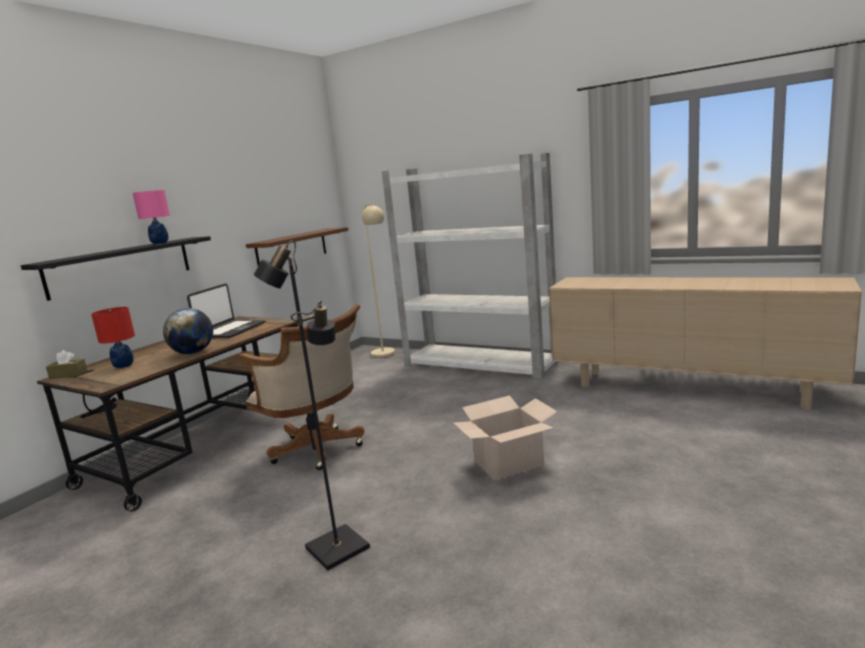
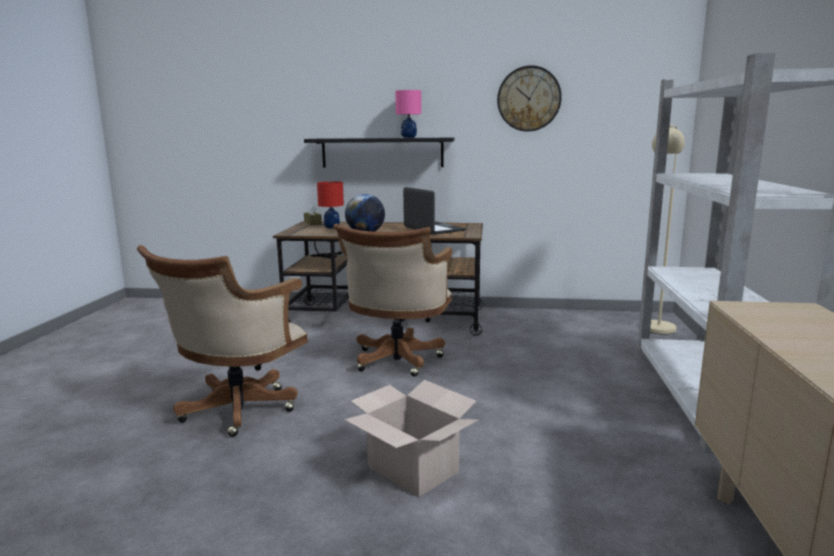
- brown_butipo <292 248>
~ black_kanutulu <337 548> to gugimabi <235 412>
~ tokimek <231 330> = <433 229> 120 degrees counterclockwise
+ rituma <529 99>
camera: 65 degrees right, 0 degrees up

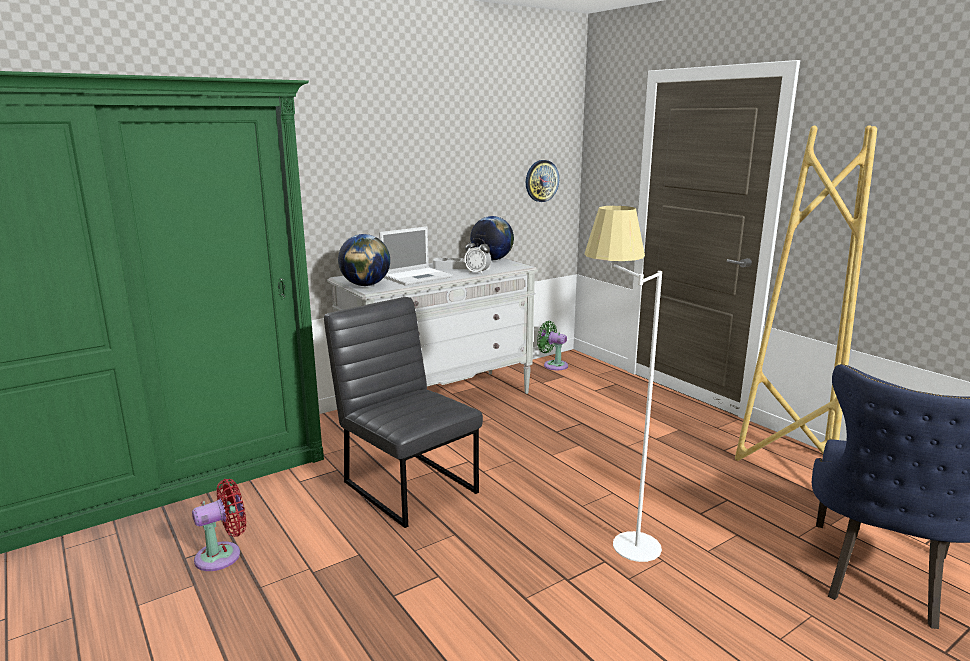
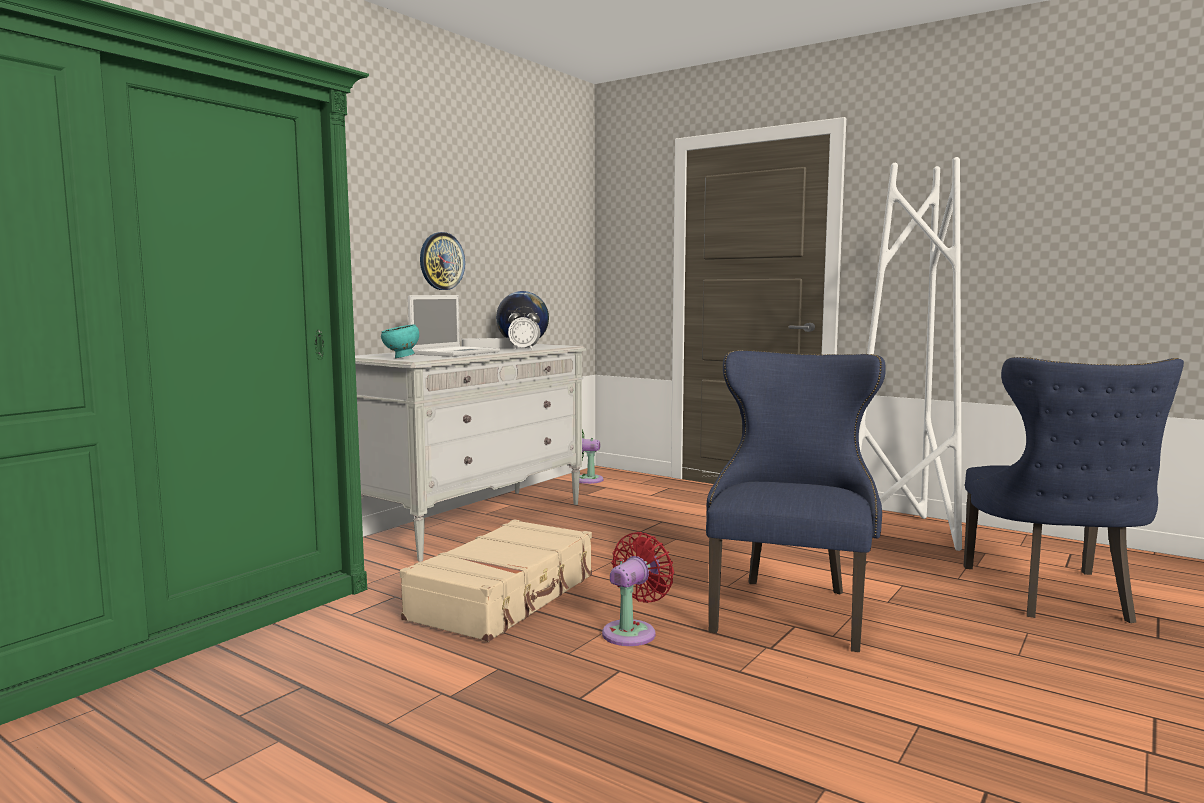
~ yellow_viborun <796 472> to white_viborun <909 533>
~ rituma <541 181> to <441 261>
~ white_kanutulu <614 542> to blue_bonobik <789 609>
~ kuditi <365 285> to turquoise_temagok <401 358>
~ grey_bonobik <408 485> to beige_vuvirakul <505 597>
~ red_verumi <223 555> to <632 632>
camera: 20 degrees left, 10 degrees down

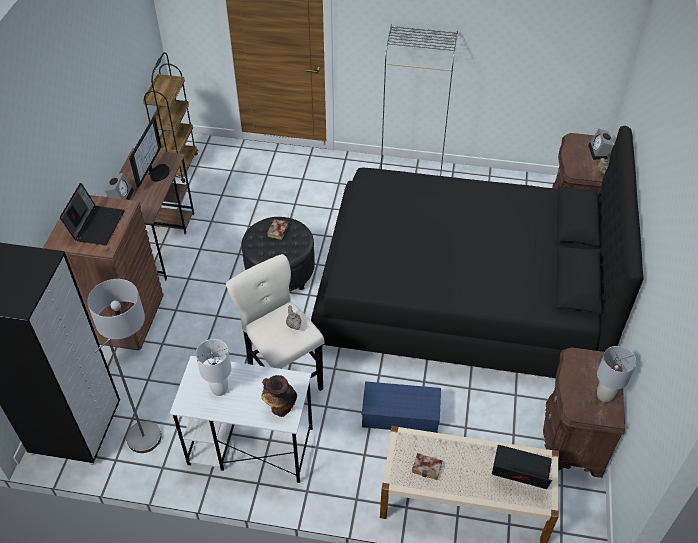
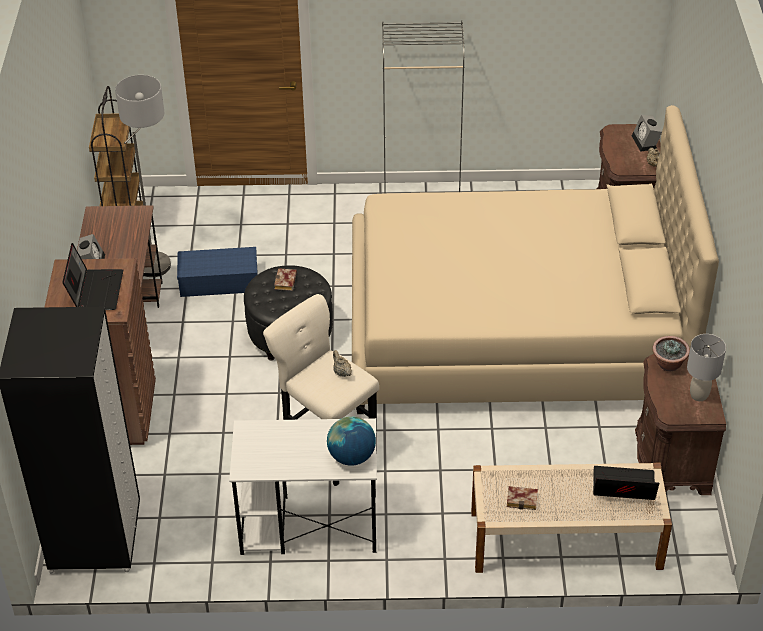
- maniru <157 172>
~ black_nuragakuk <462 296> to beige_nuragakuk <515 331>
~ grey_kanutulu <151 430> to <159 259>
- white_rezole <219 390>
~ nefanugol <280 408> to kuditi <351 457>
~ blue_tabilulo <399 415> to <218 282>
+ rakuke <668 365>
camera: 10 degrees left, 5 degrees down

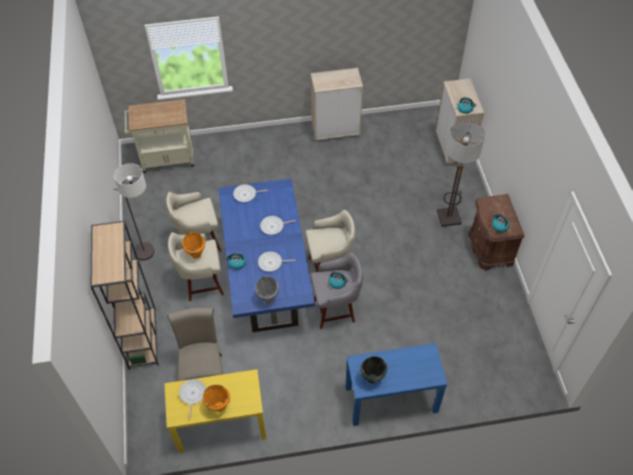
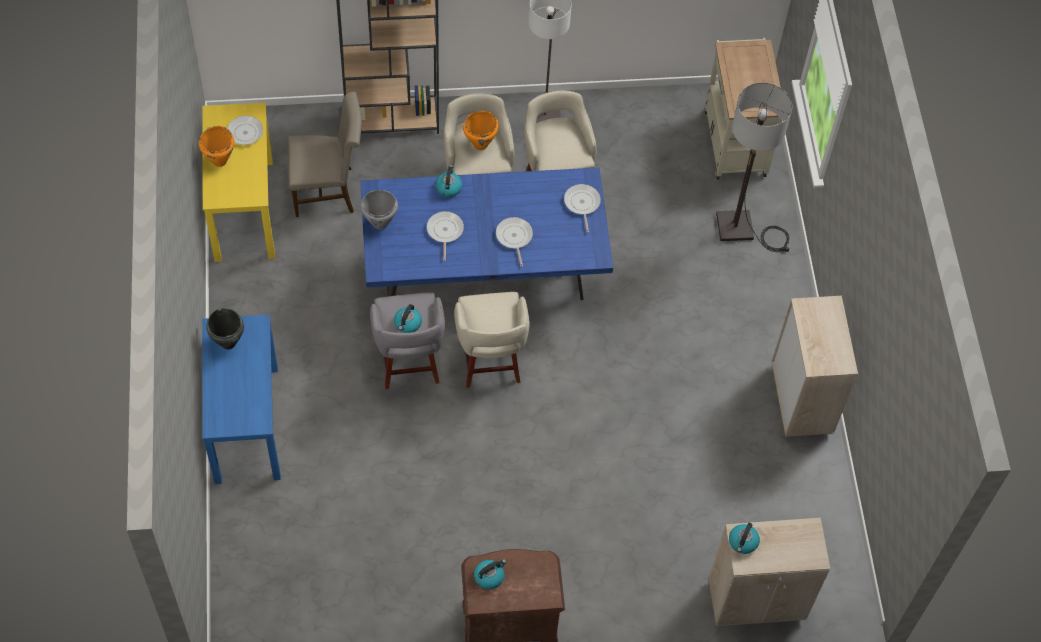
~ kanutulu <450 212> to <746 231>
camera: 90 degrees right, 5 degrees up

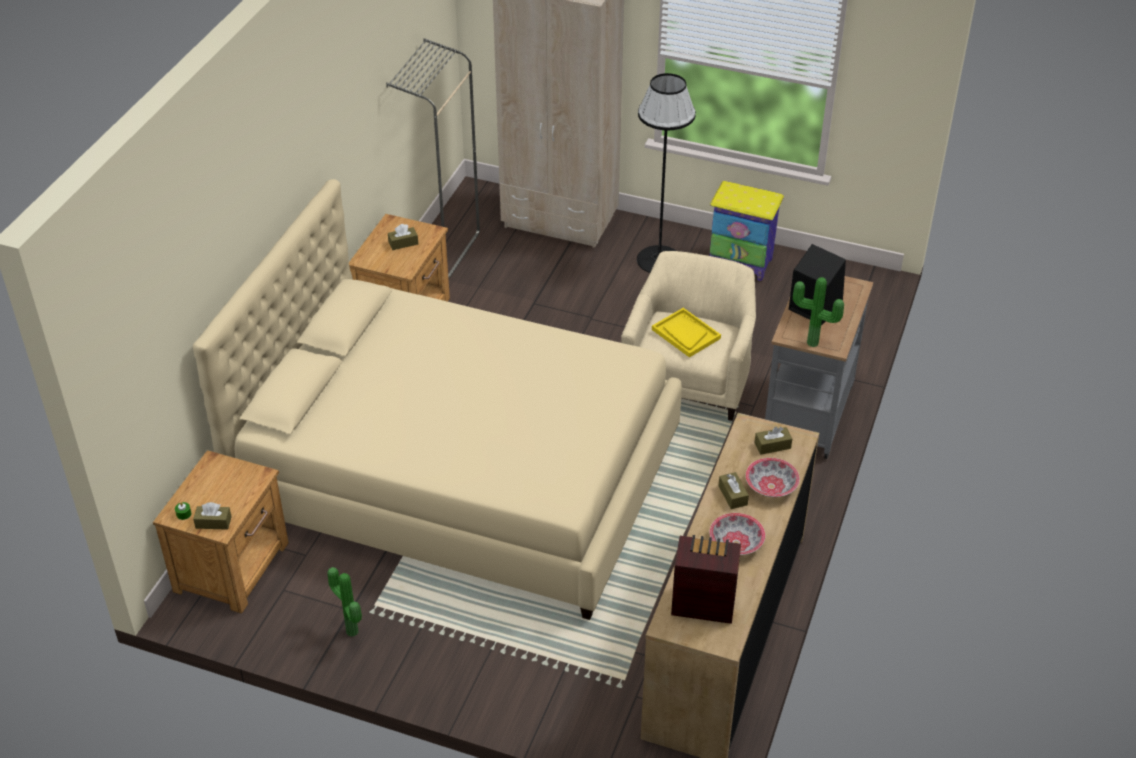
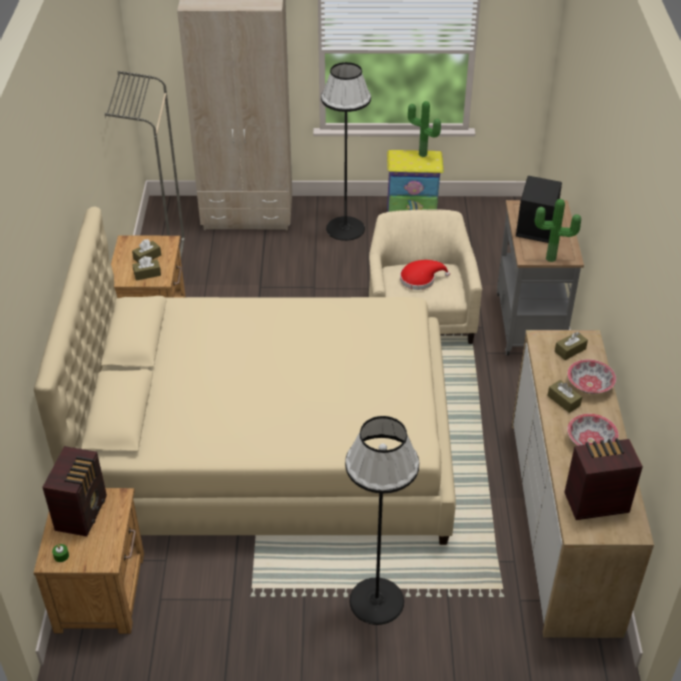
~ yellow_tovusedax <685 334> to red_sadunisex <420 279>
~ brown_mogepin <213 522> to <147 274>
~ rakuke <350 633> to <422 155>
+ black_kanutulu <376 601>
+ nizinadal <83 512>
camera: 20 degrees left, 0 degrees up

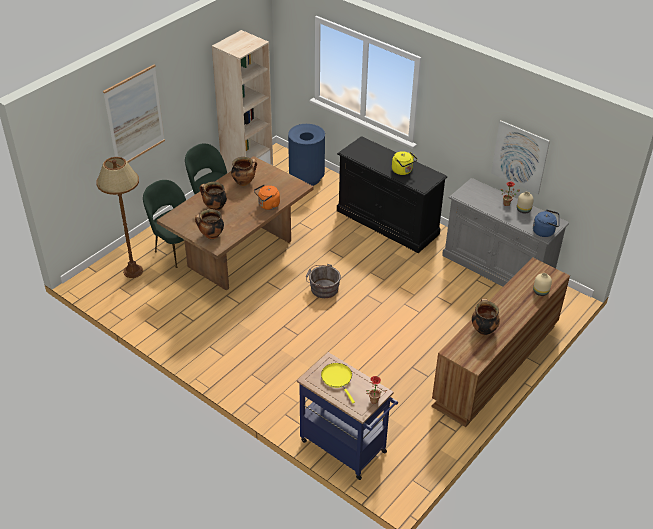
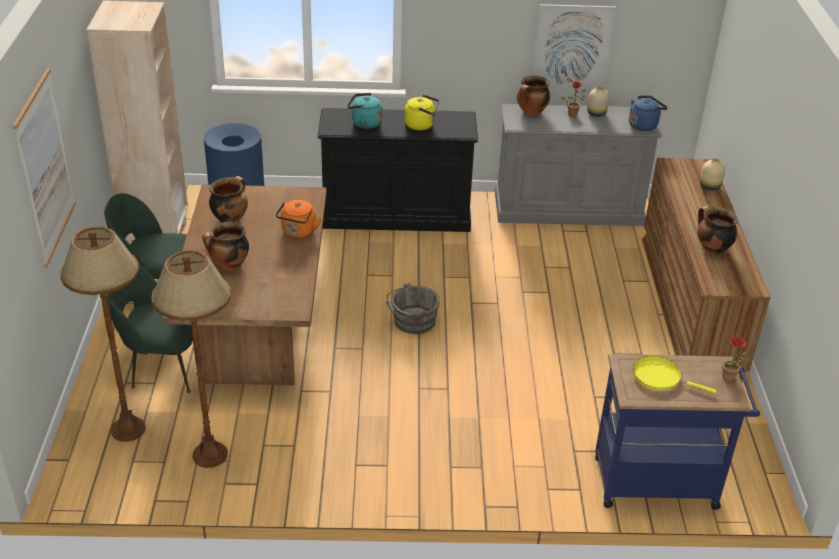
~ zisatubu <211 235> to <531 113>
+ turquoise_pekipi <364 123>
+ brown_kanutulu <210 454>
camera: 40 degrees left, 5 degrees down

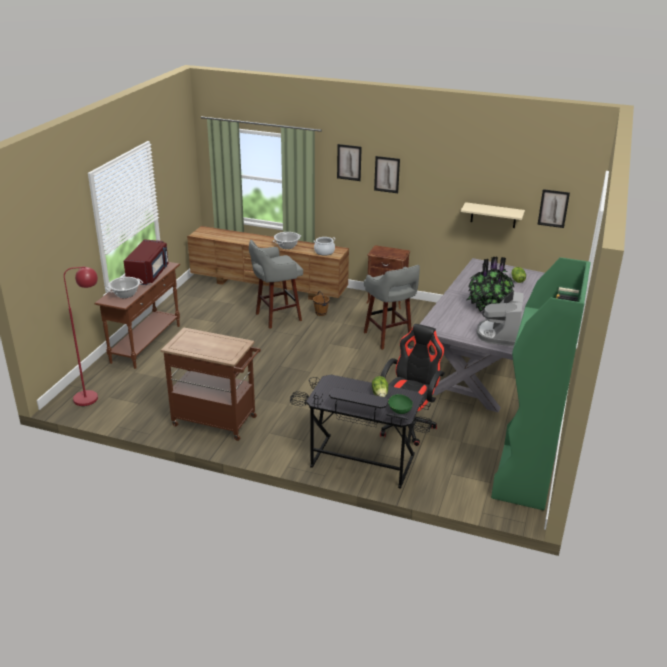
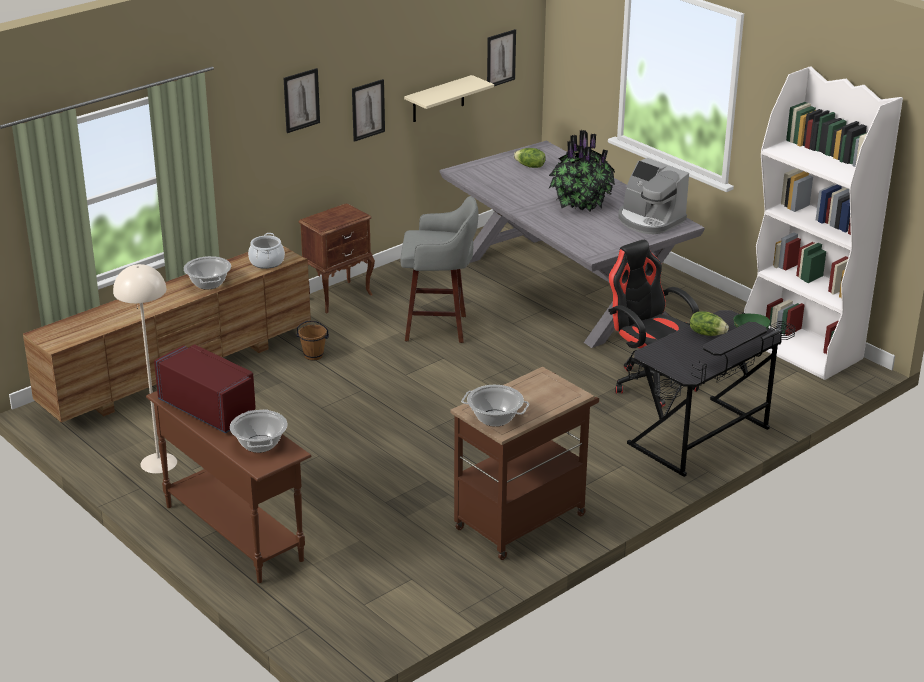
~ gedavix <349 162> to <368 110>
- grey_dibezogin <276 318>
~ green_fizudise <523 477> to white_fizudise <802 349>
- red_kanutulu <93 398>
+ beige_kanutulu <158 462>
+ zisatubu <494 418>
camera: 60 degrees left, 0 degrees up

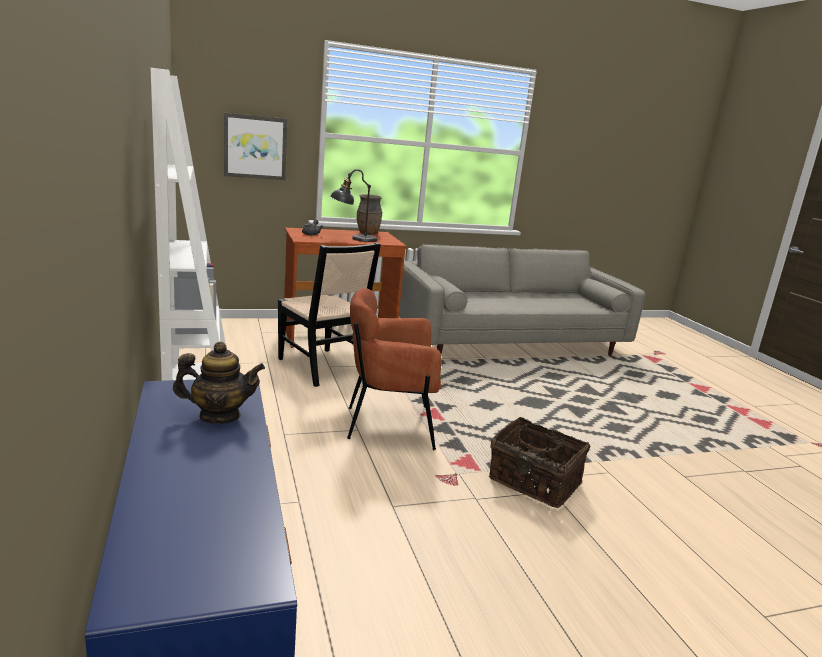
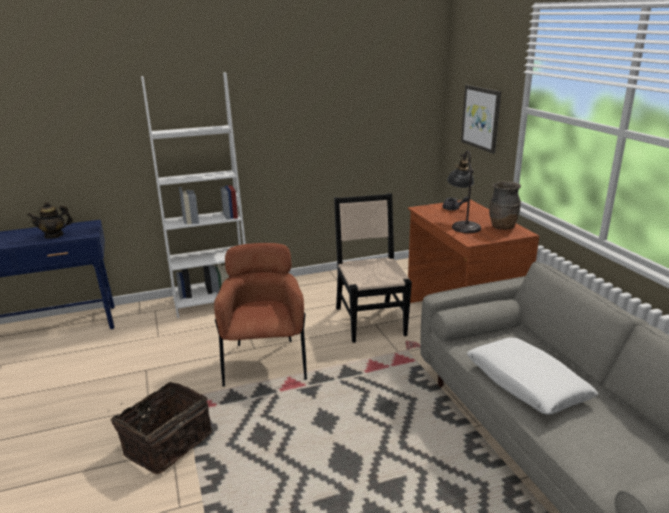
~ bonobik <322 367> = <370 321> 120 degrees clockwise
~ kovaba <219 416> = <54 235> 75 degrees clockwise
+ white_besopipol <526 384>
camera: 90 degrees right, 5 degrees up

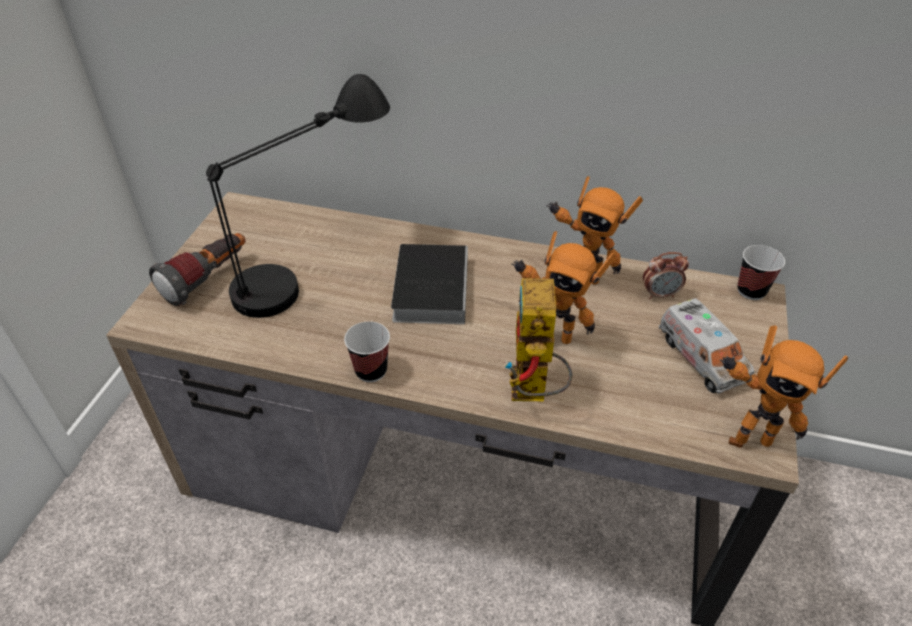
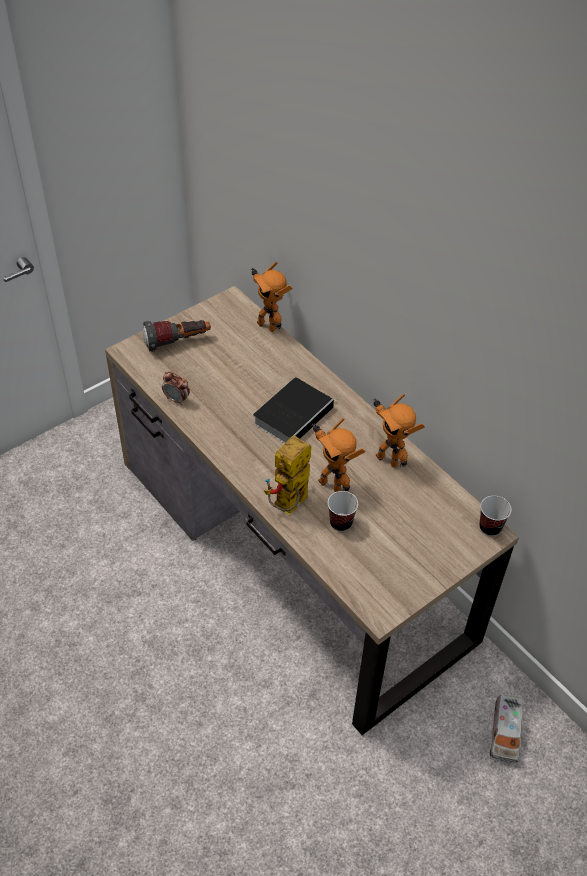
- black_rezole <313 266>
~ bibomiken <660 294> to <177 399>
~ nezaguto <701 357> to <505 733>
~ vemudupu <371 371> to <341 523>
~ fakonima <747 438> to <268 325>
camera: 35 degrees right, 5 degrees up

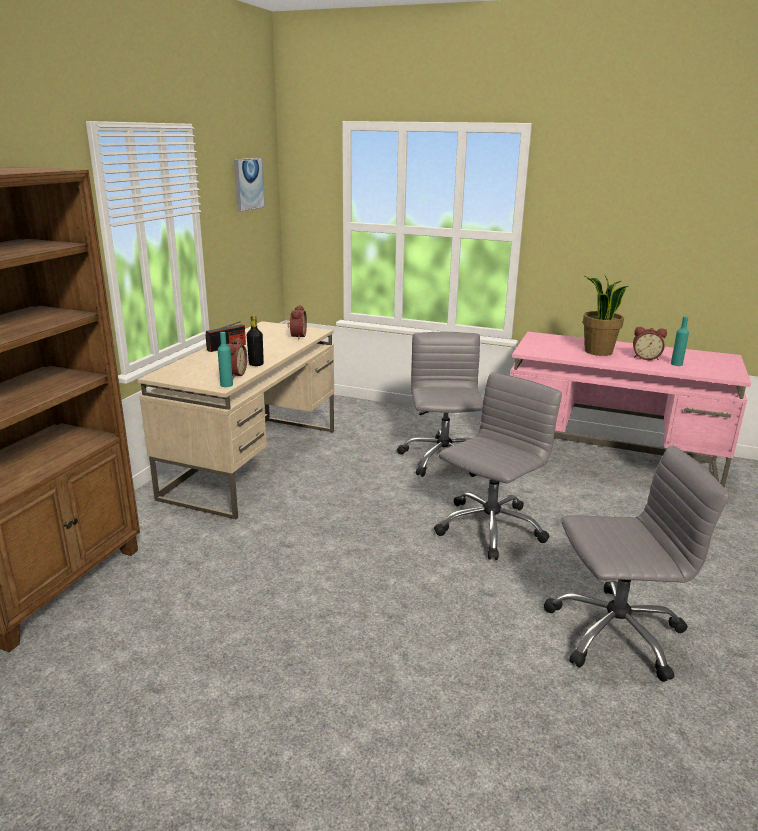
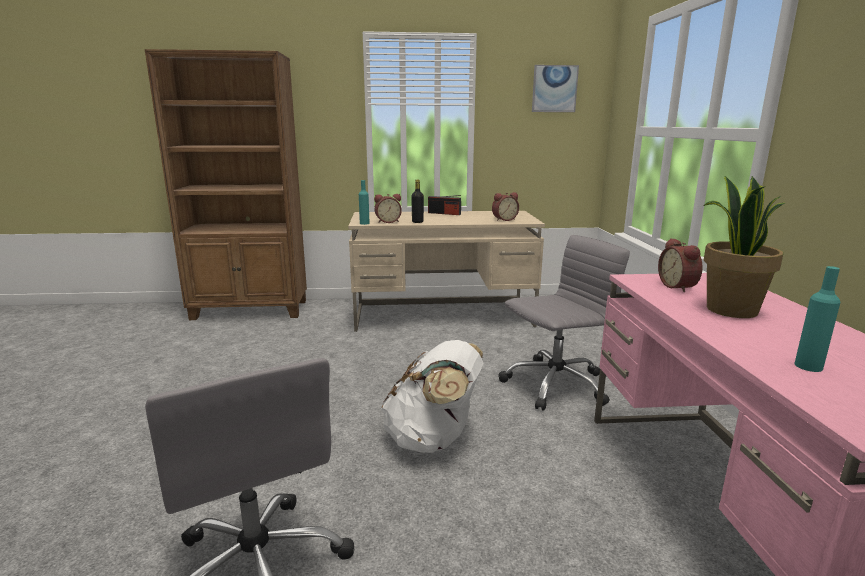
~ bibomiken <646 357> to <679 287>
~ grey_gugimabi <490 528> to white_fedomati <433 439>
camera: 65 degrees right, 5 degrees down

